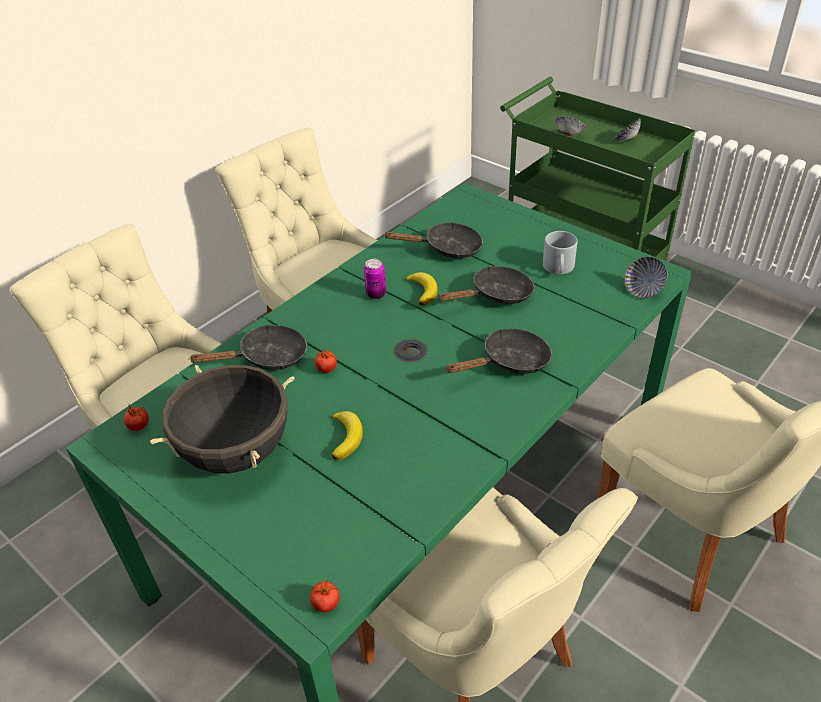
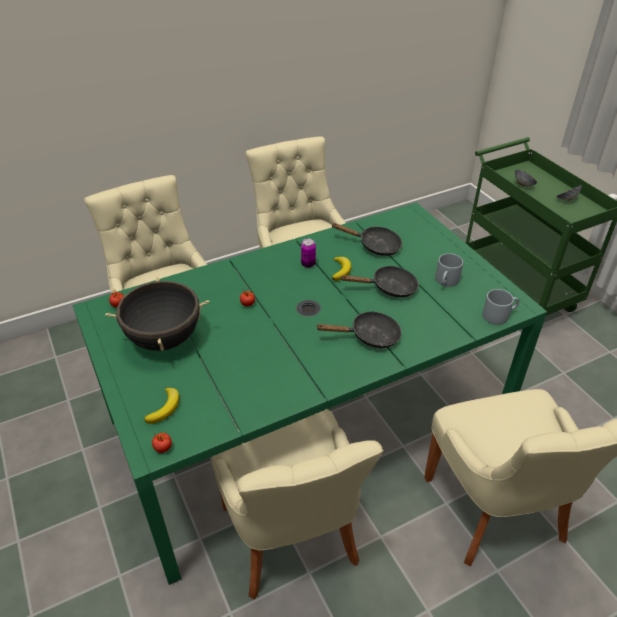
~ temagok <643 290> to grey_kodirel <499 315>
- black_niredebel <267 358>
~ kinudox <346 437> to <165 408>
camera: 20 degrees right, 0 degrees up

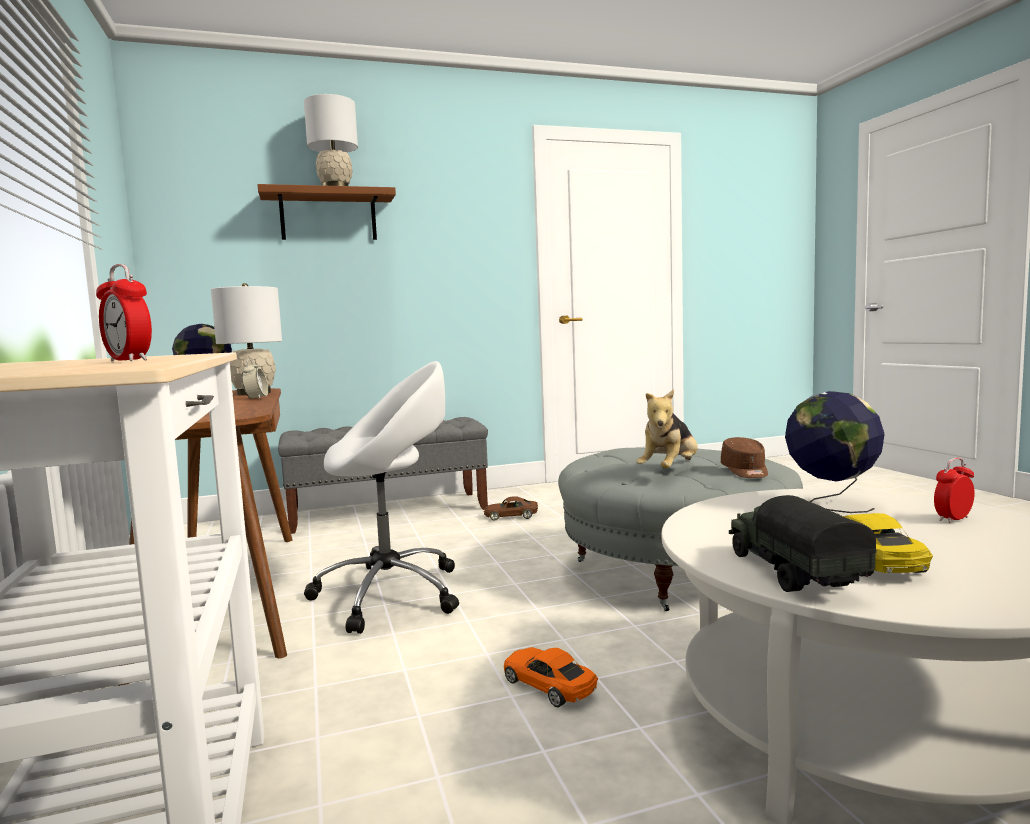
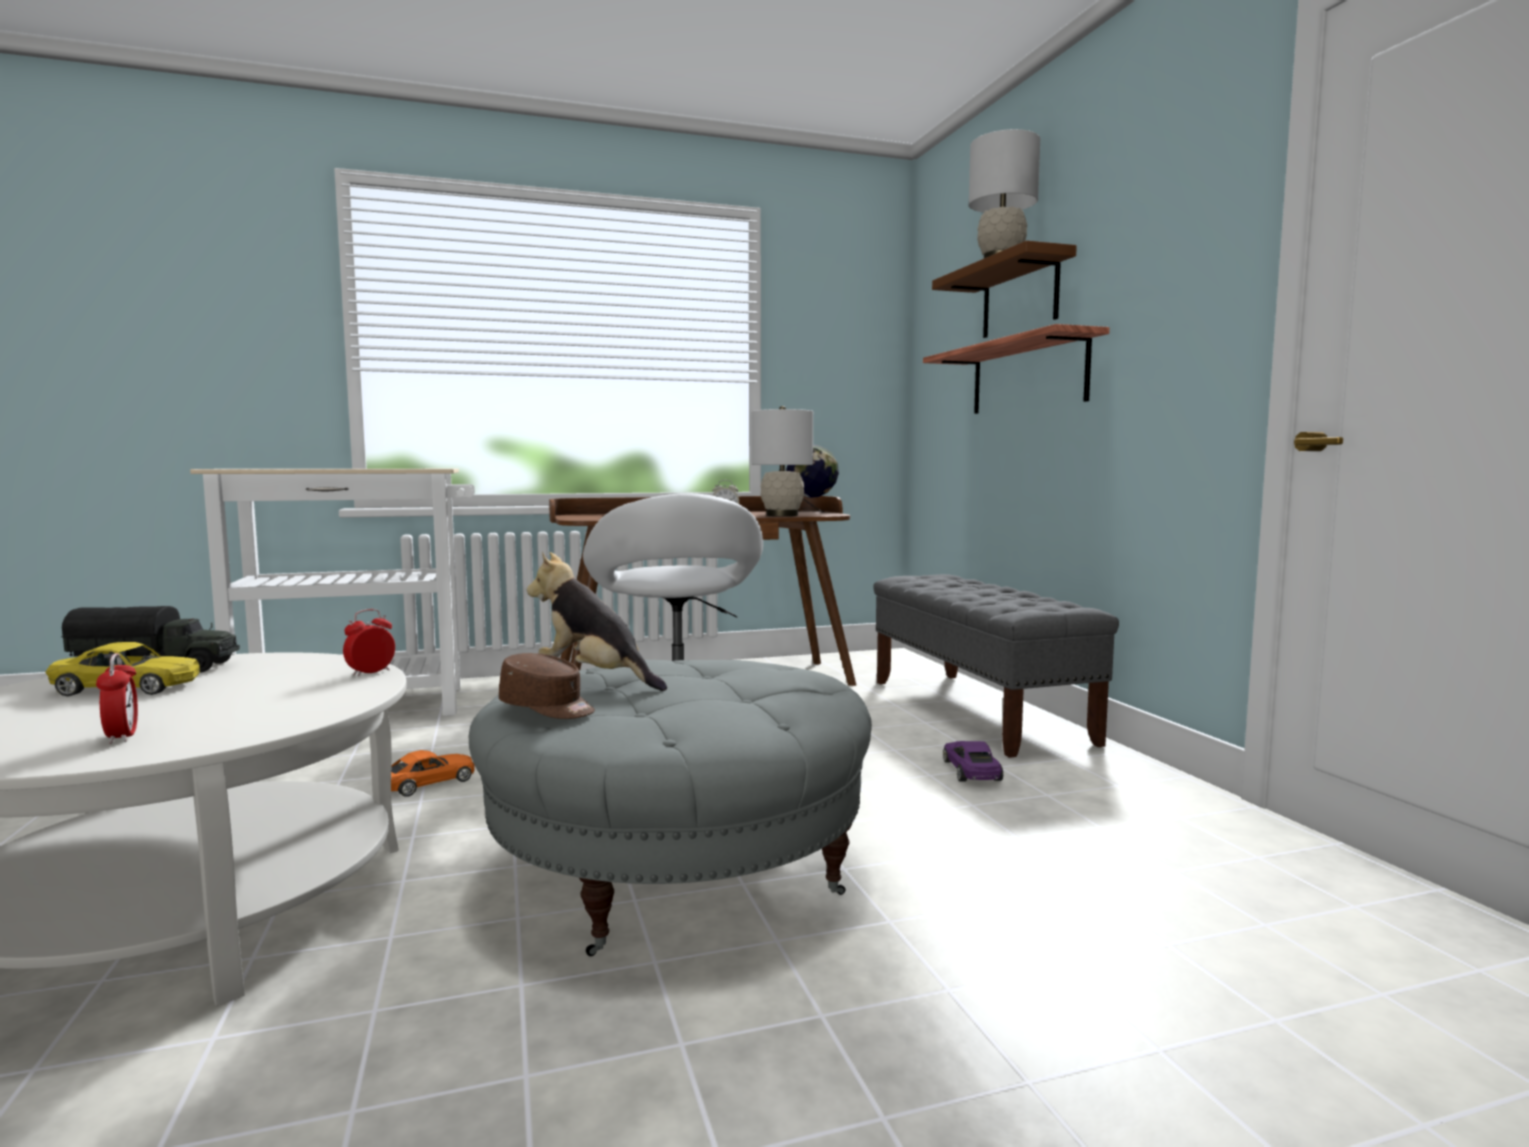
~ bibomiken <128 361> to <371 672>
- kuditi <831 503>
~ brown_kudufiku <745 471> = <548 708> 150 degrees counterclockwise
~ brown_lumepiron <511 516> to purple_lumepiron <971 771>
+ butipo <1027 376>
camera: 90 degrees right, 0 degrees up

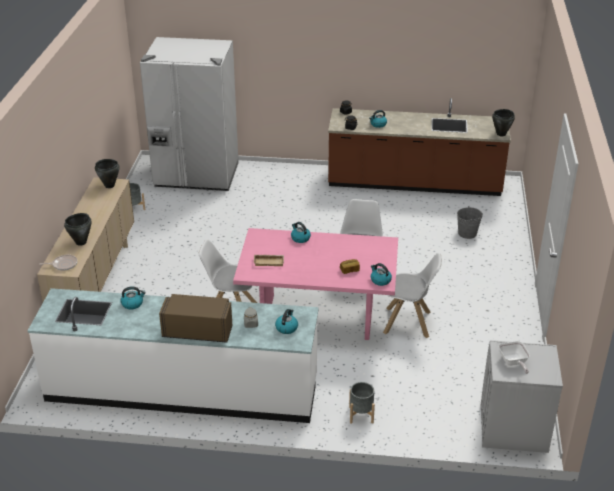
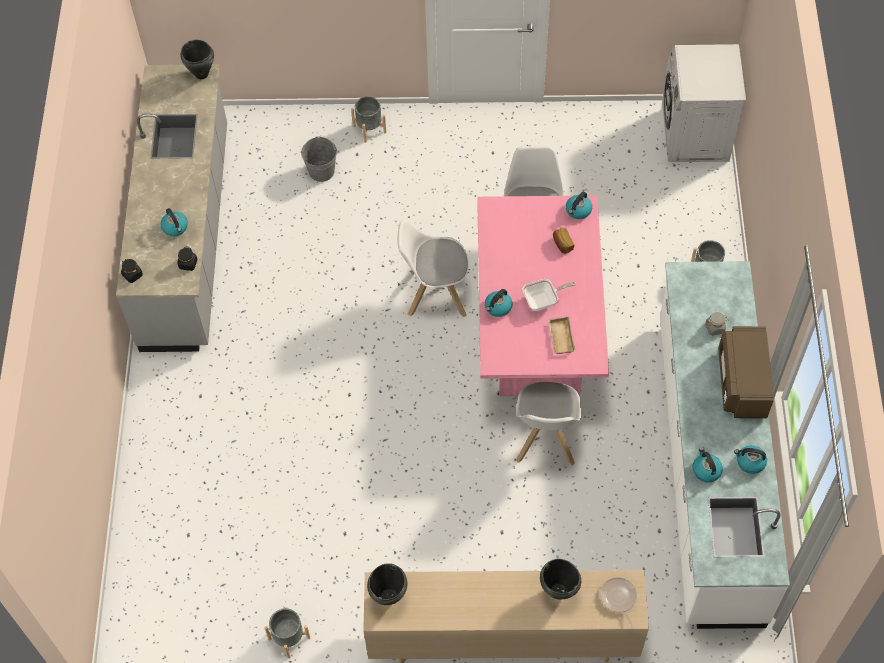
- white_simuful <196 175>
~ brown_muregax <414 183> to grey_muregax <187 236>
~ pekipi <286 328> to <750 462>
~ niredebel <513 363> to <543 301>
+ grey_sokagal <369 129>
camera: 95 degrees left, 25 degrees up

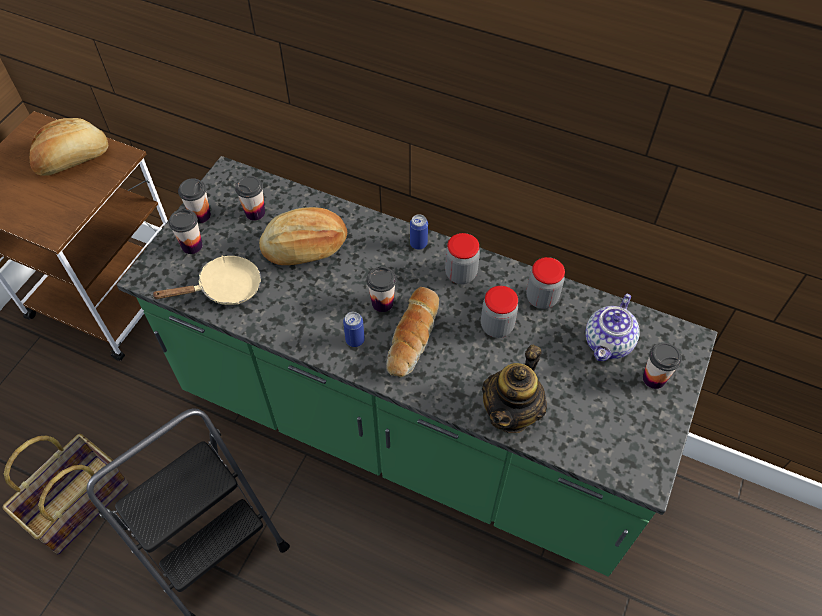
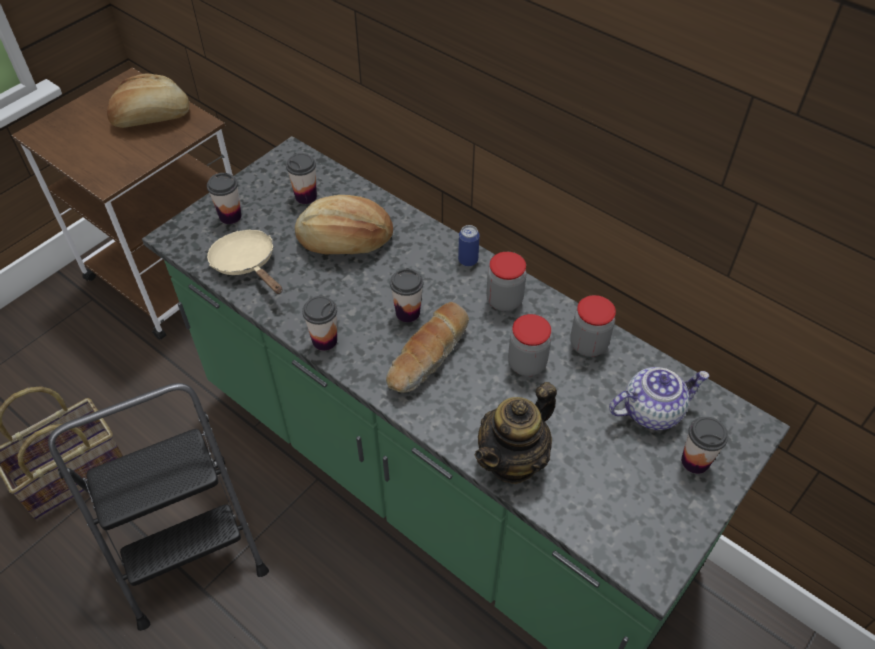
~ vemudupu <200 215> to <324 340>
~ beige_niredebel <224 289> = <247 264> 120 degrees counterclockwise
~ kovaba <608 343> = <652 410> 150 degrees counterclockwise
- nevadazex <355 340>
camera: 15 degrees right, 5 degrees down

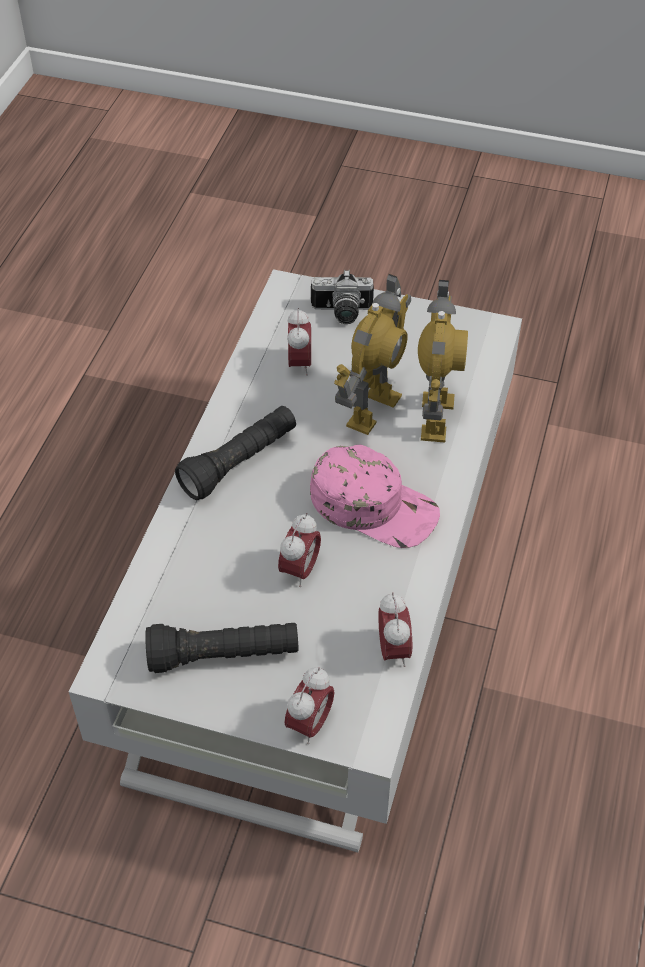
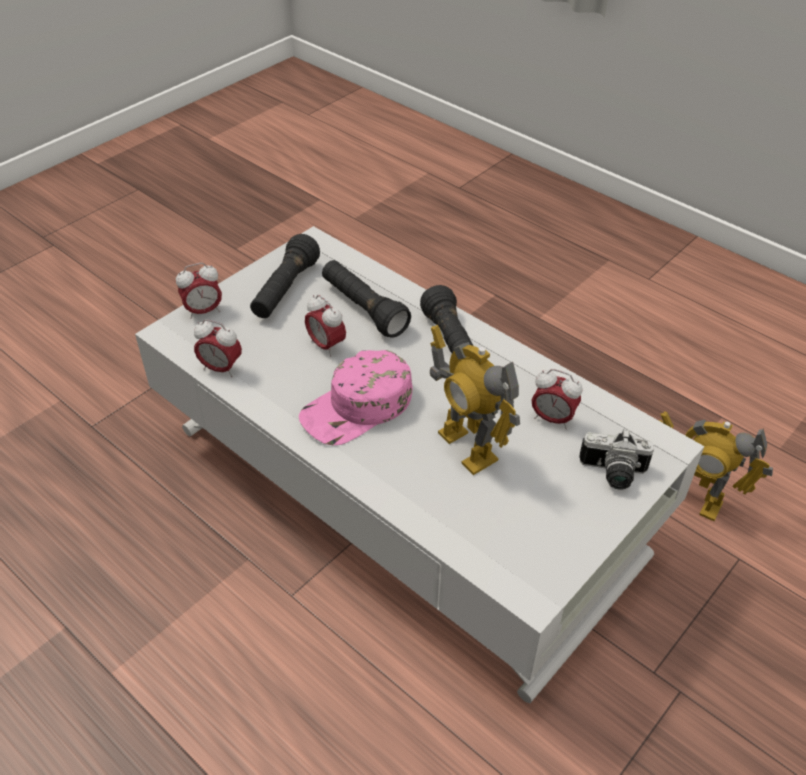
~ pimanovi <341 313> = <612 474> 105 degrees counterclockwise
~ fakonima <435 417> to <693 500>
~ bibomiken <309 724> = <203 311> 75 degrees counterclockwise
+ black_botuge <363 309>
camera: 115 degrees right, 5 degrees down

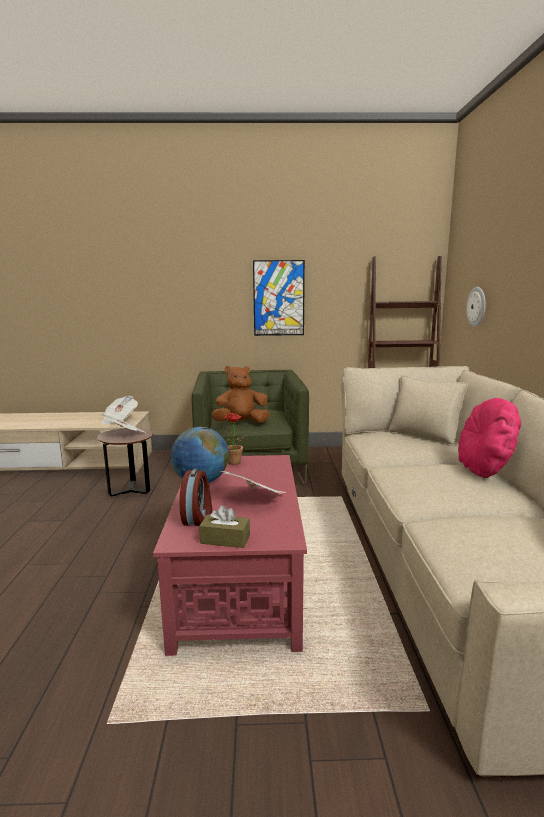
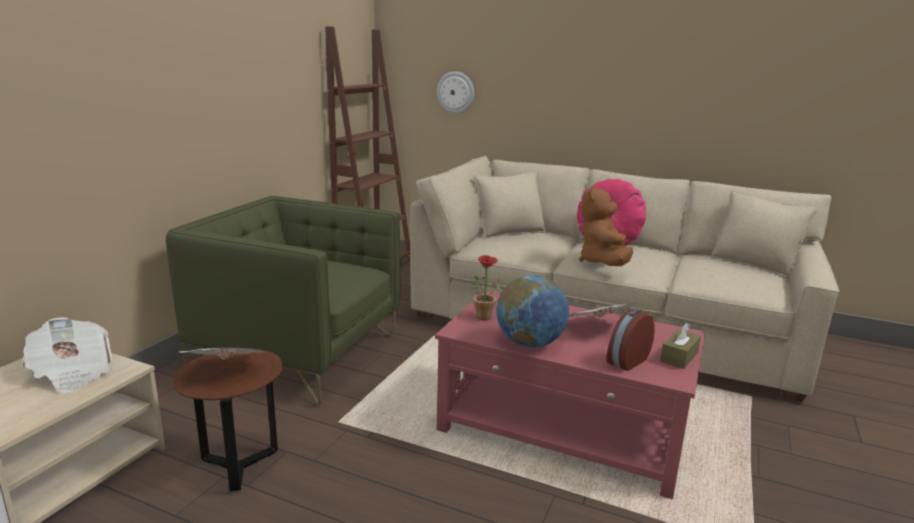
- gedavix <278 298>
~ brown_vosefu <241 423> to <603 263>
~ bibomiken <198 517> = <626 360> 75 degrees counterclockwise
camera: 65 degrees left, 5 degrees up

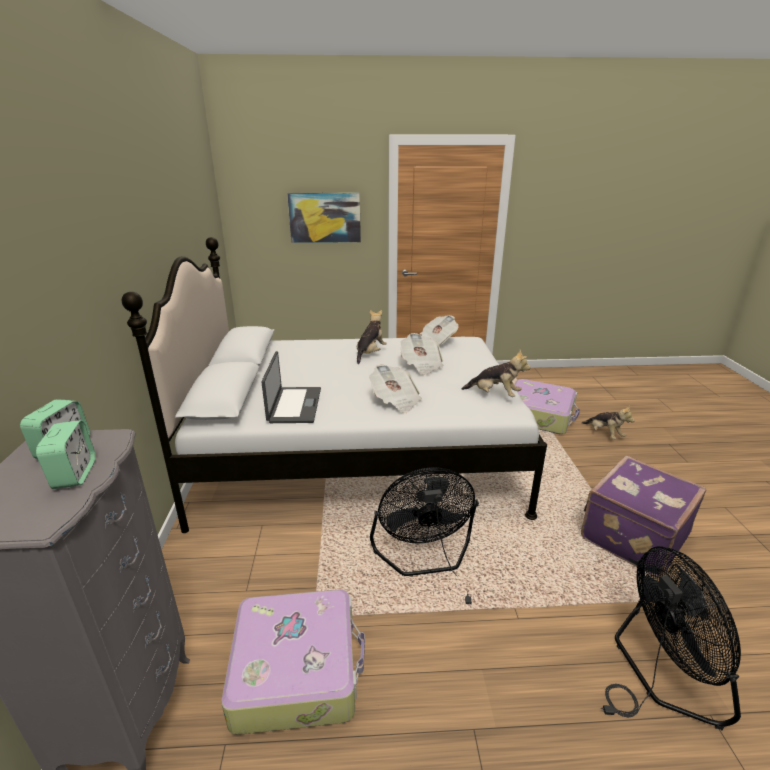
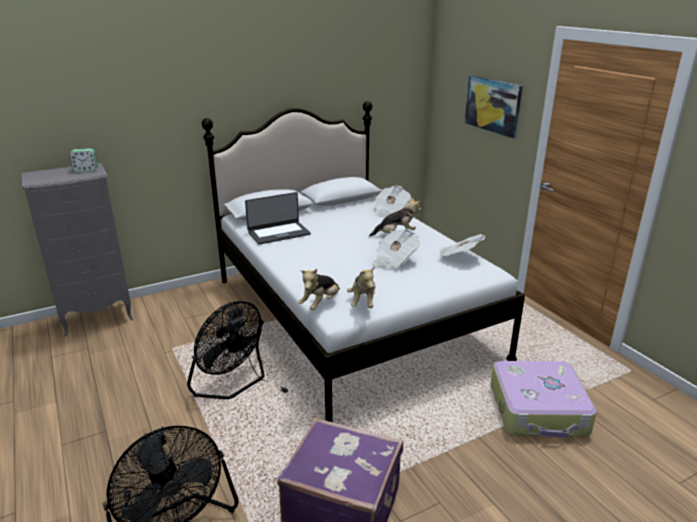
~ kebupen <395 401> to <390 212>
~ vosefu <604 434> to <320 303>
- bibomiken <74 474>
~ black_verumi <430 561> = <241 382> 105 degrees counterclockwise
- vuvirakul <297 668>
camera: 65 degrees right, 0 degrees up

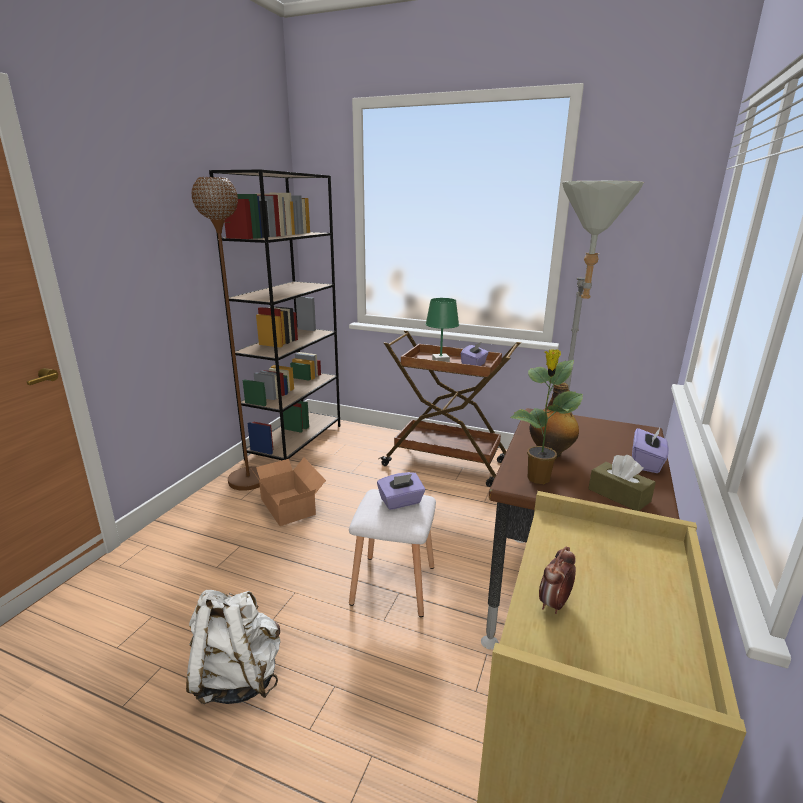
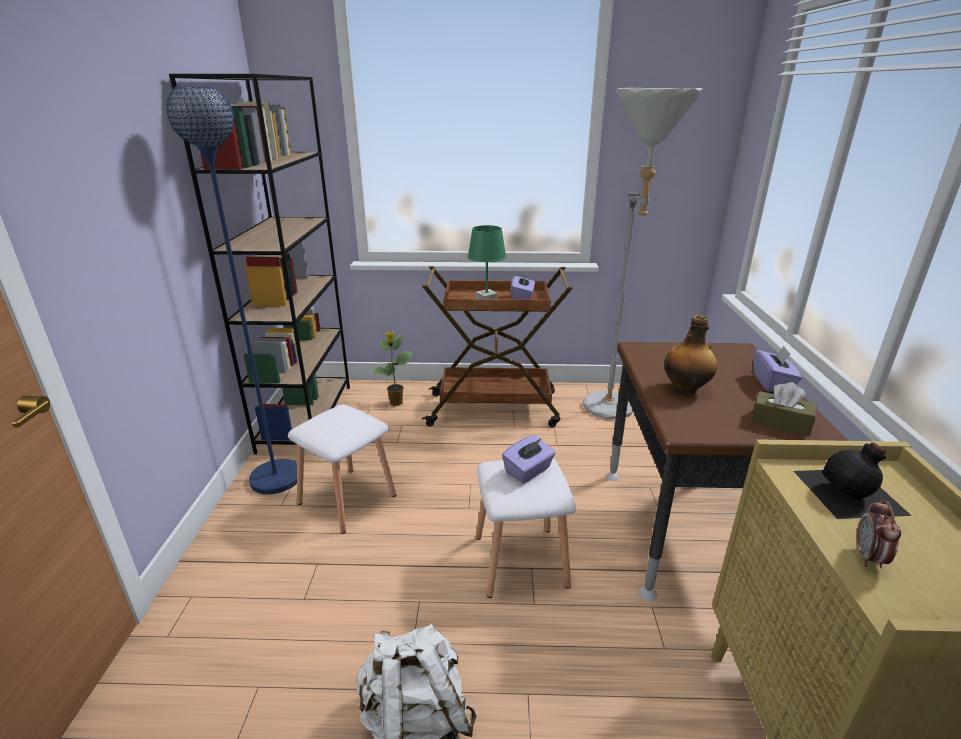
~ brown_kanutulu <249 480> to blue_kanutulu <276 478>
~ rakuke <538 479> to <396 403>
~ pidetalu <289 505> to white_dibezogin <348 498>
+ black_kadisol <851 492>
camera: 20 degrees left, 5 degrees up

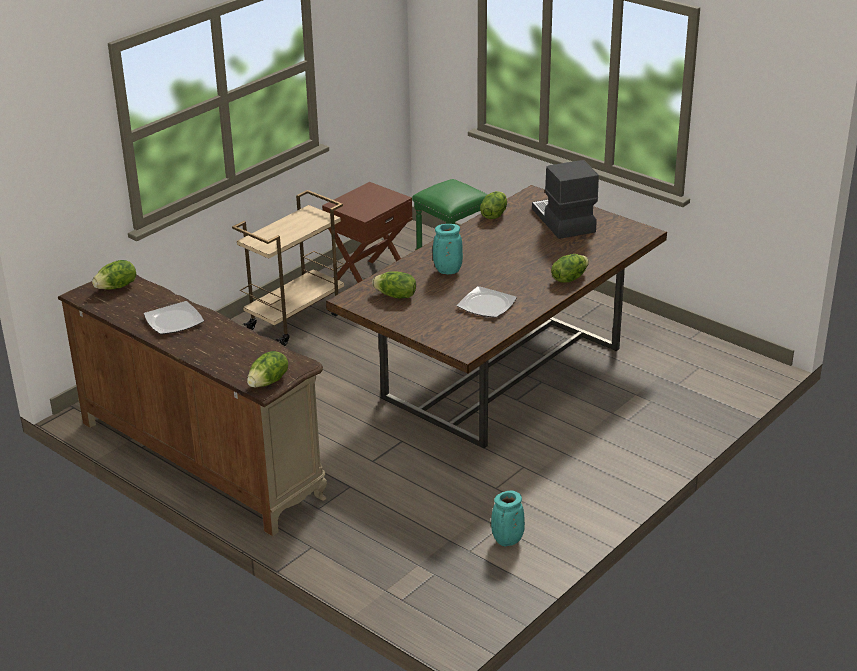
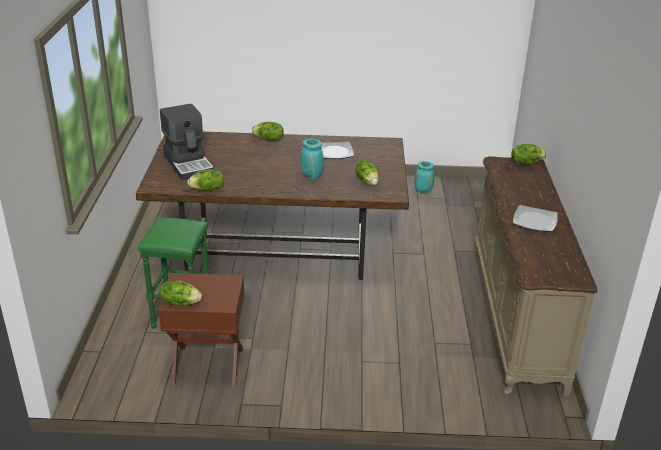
~ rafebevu <562 221> = <189 163> 60 degrees counterclockwise
- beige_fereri <296 320>
~ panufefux <117 287> to <180 302>
camera: 130 degrees left, 0 degrees up

